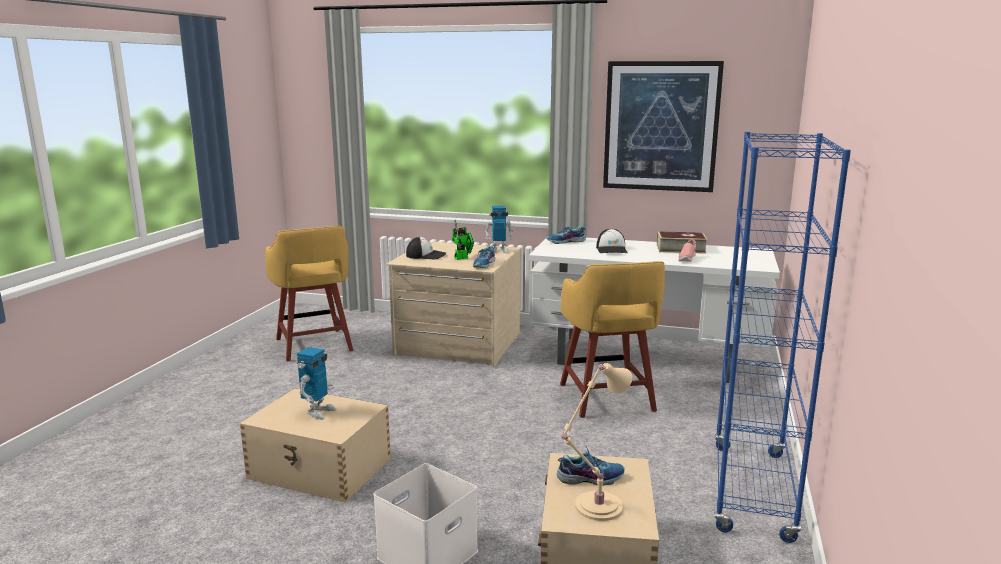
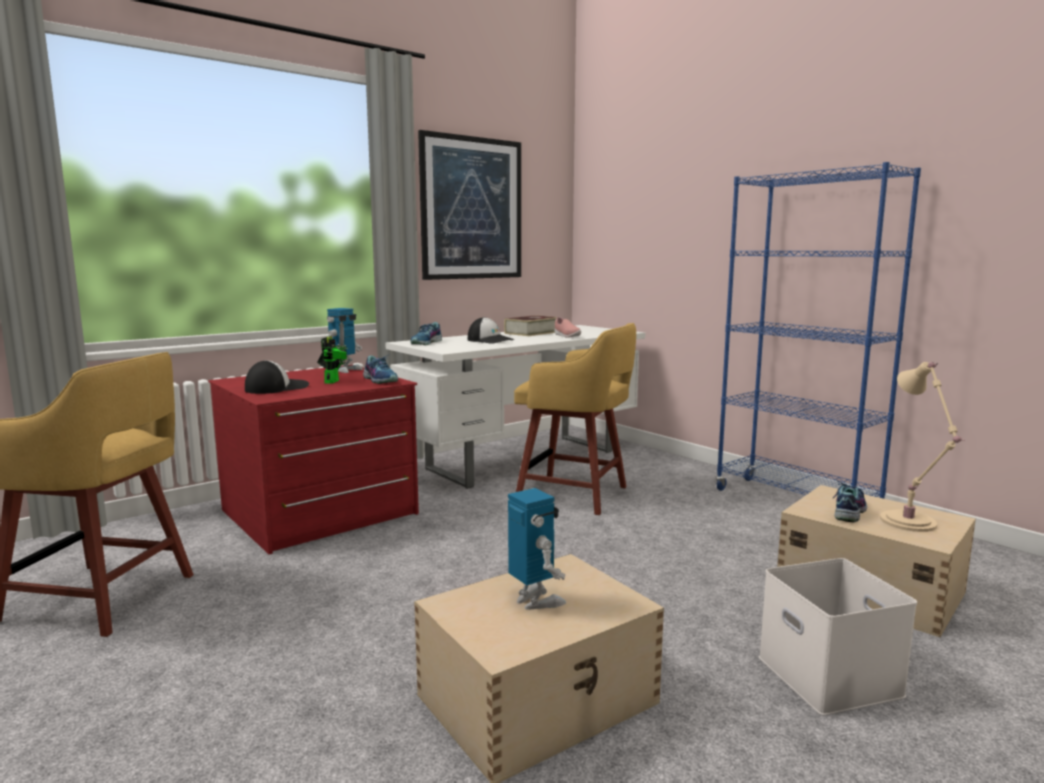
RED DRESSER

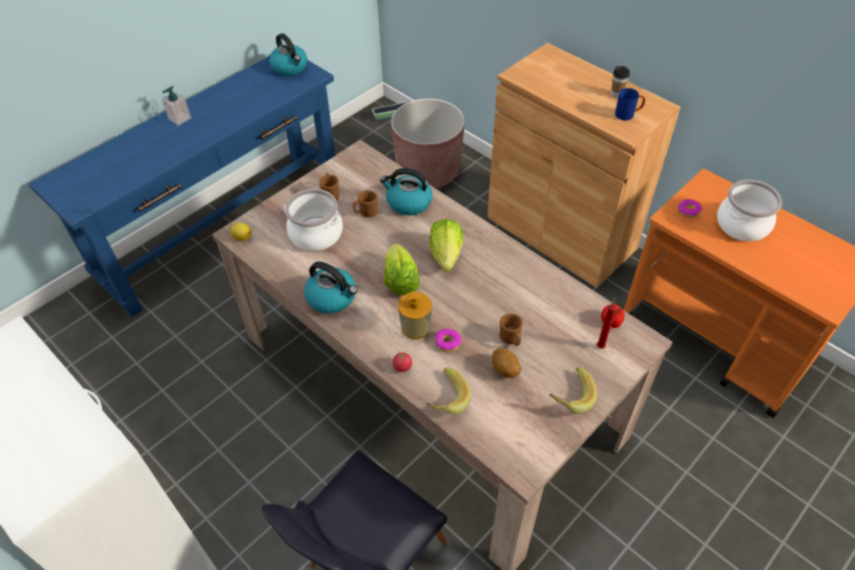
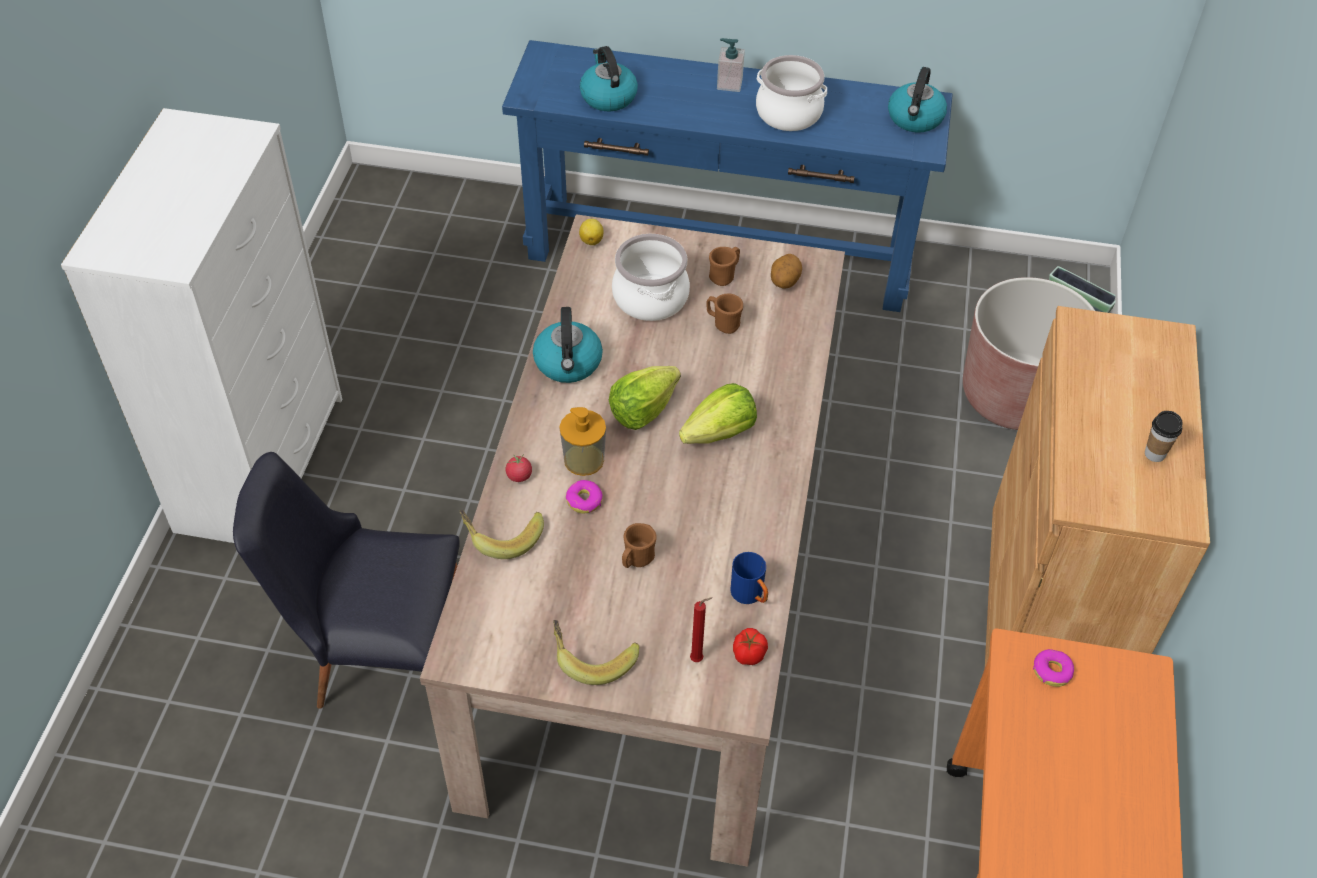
KETTLE (2nd from left); POTATO; BLUE MUG; COOKING POT (2nd from left)

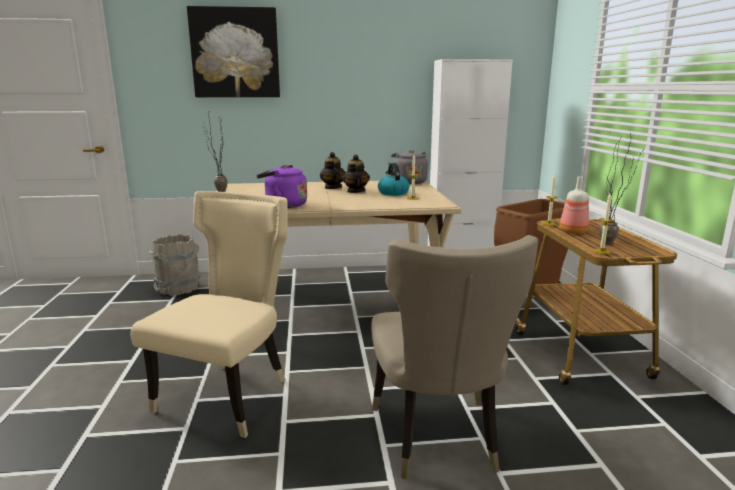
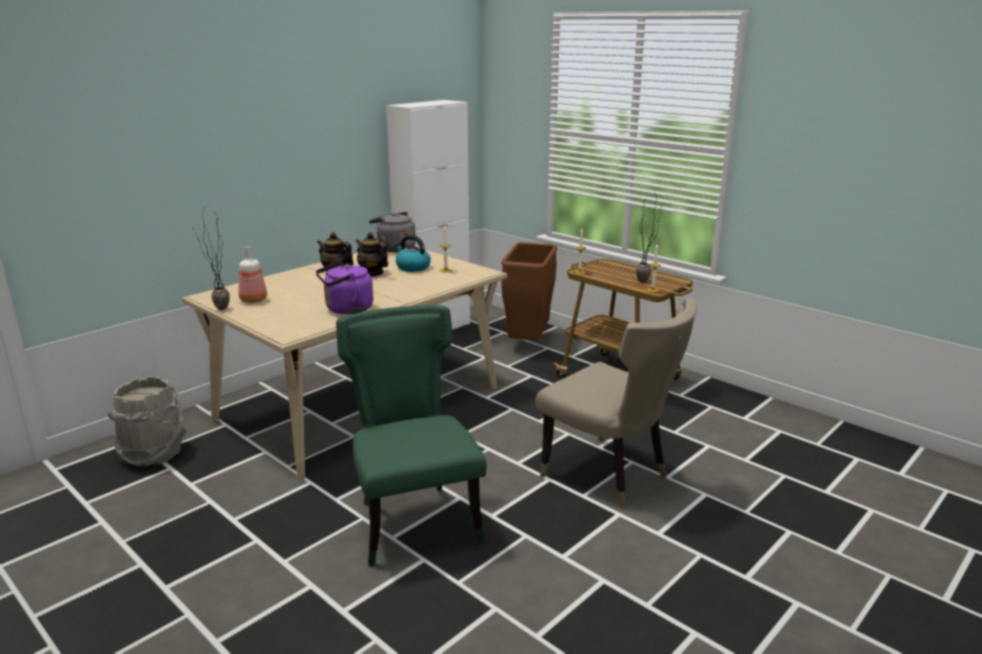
PICTURE; BOTTLE; GREEN CHAIR

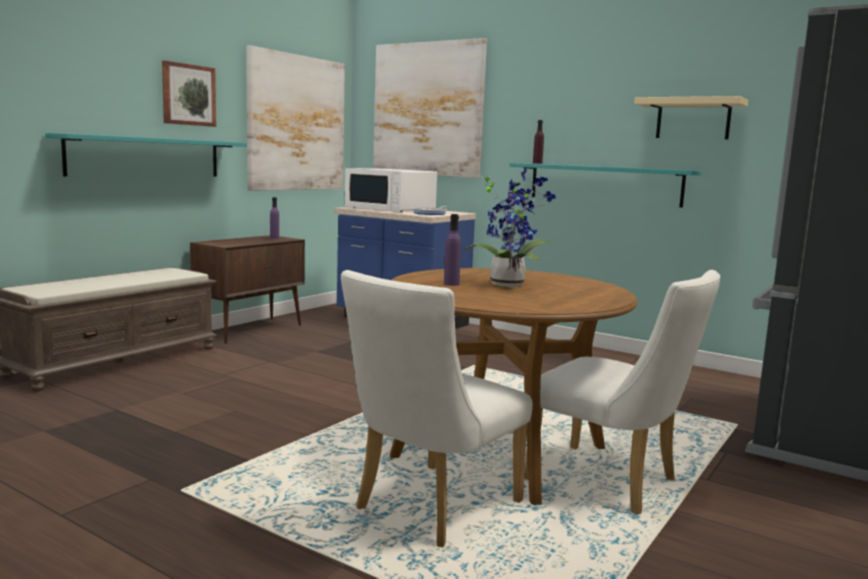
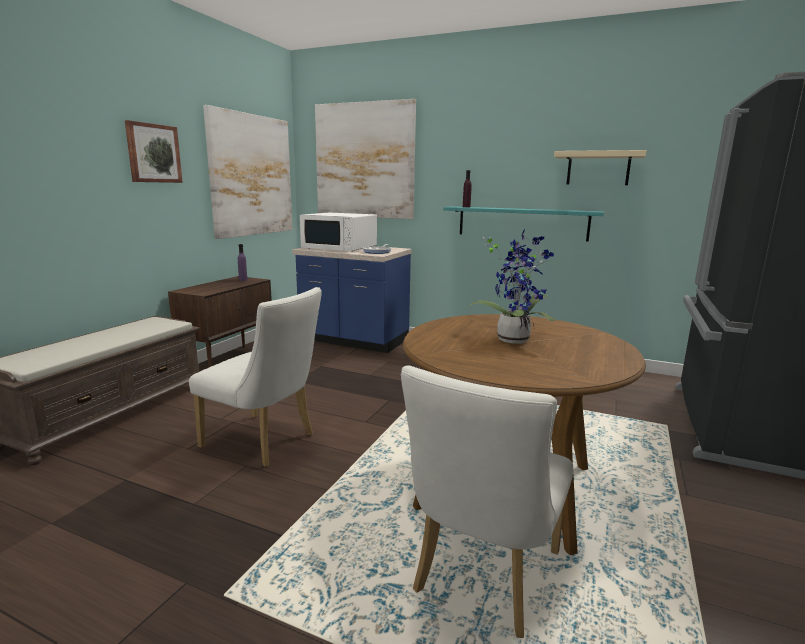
TURQUOISE SHELF (1st from left in the first image); PURPLE BOTTLE (2nd from left in the first image); WHITE CHAIR (1st from left)

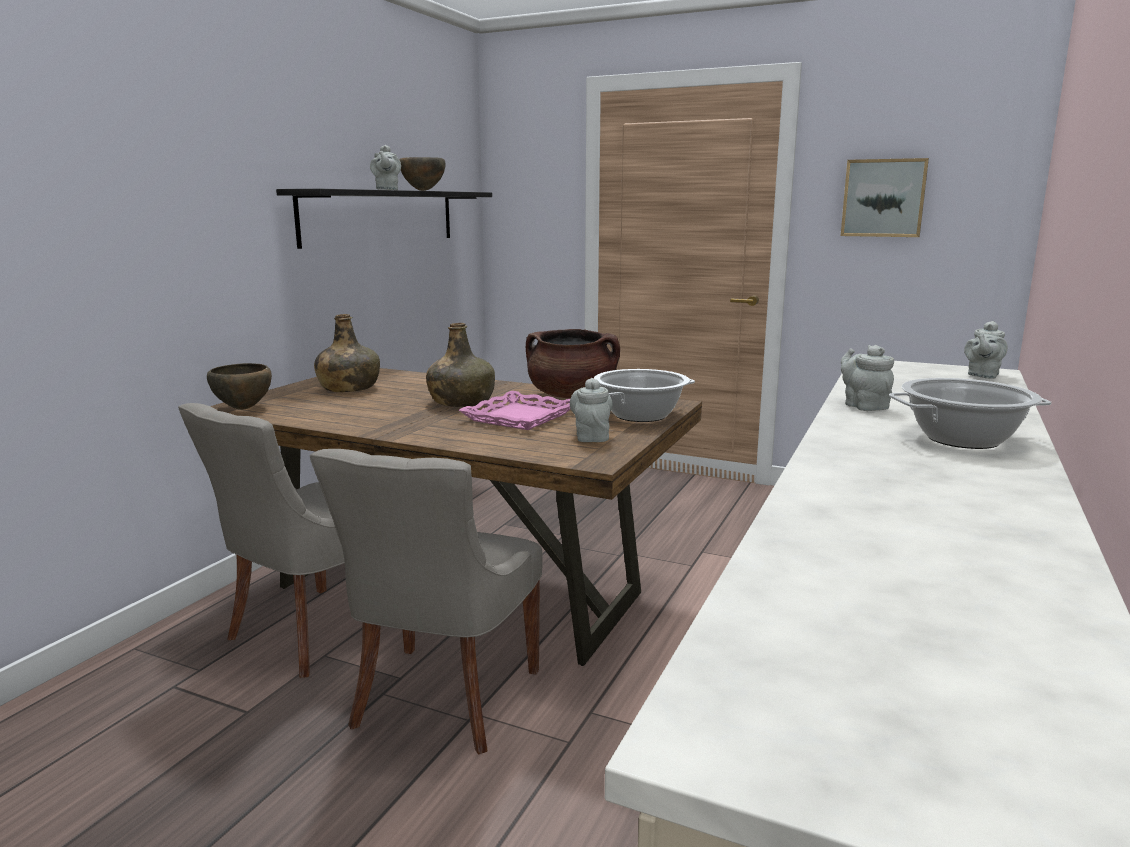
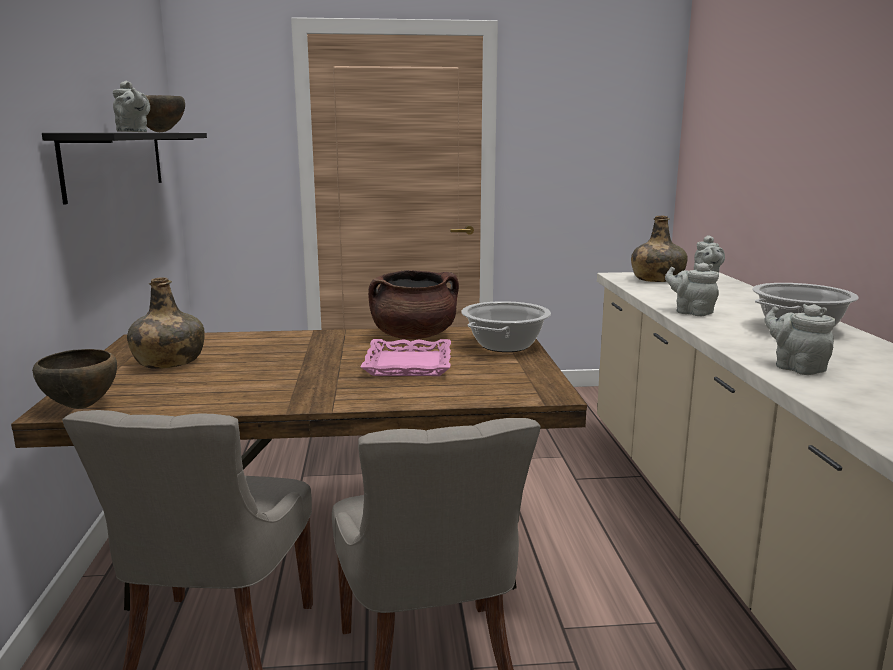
PICTURE; GREEN BOTTLE (2nd from left); GREY TEAPOT (4th from left)

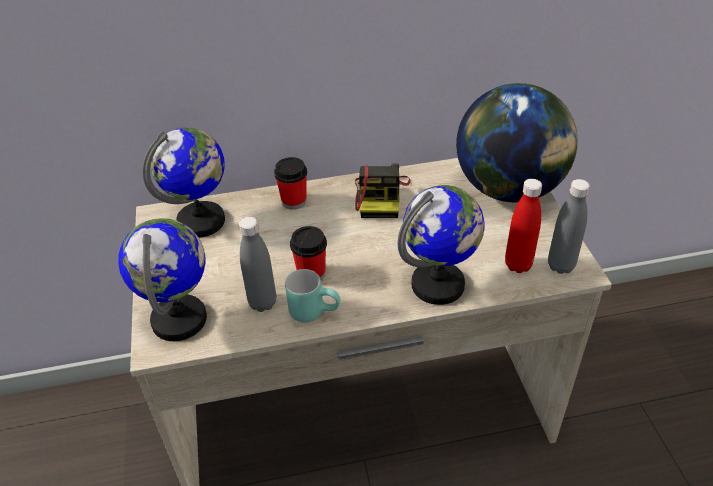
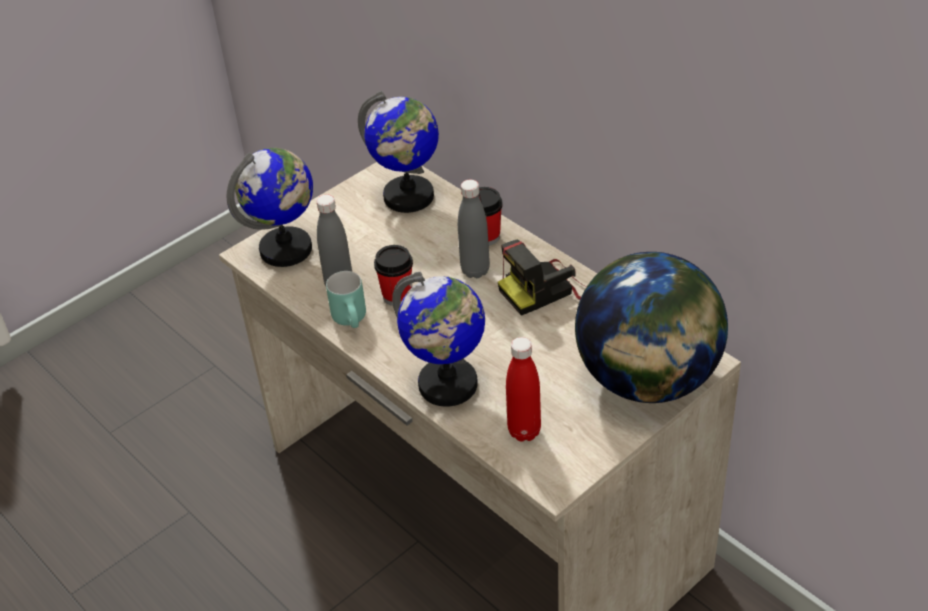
GREY BOTTLE (2nd from left)

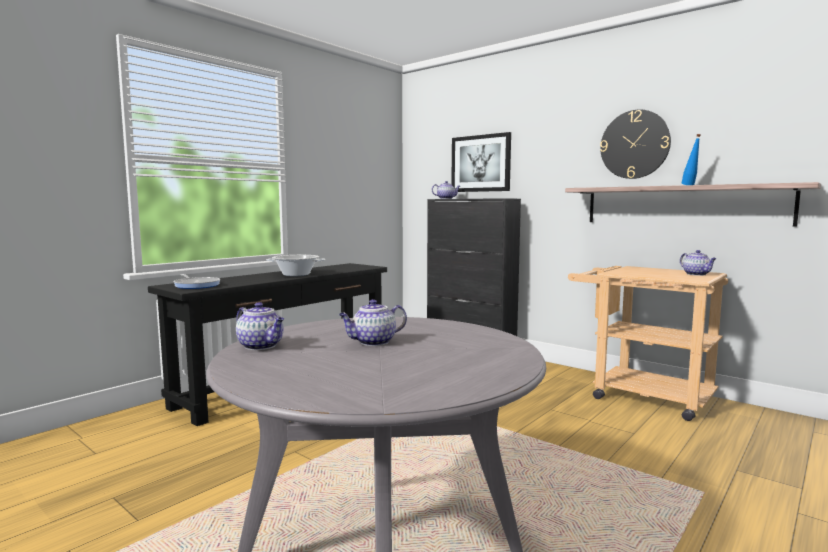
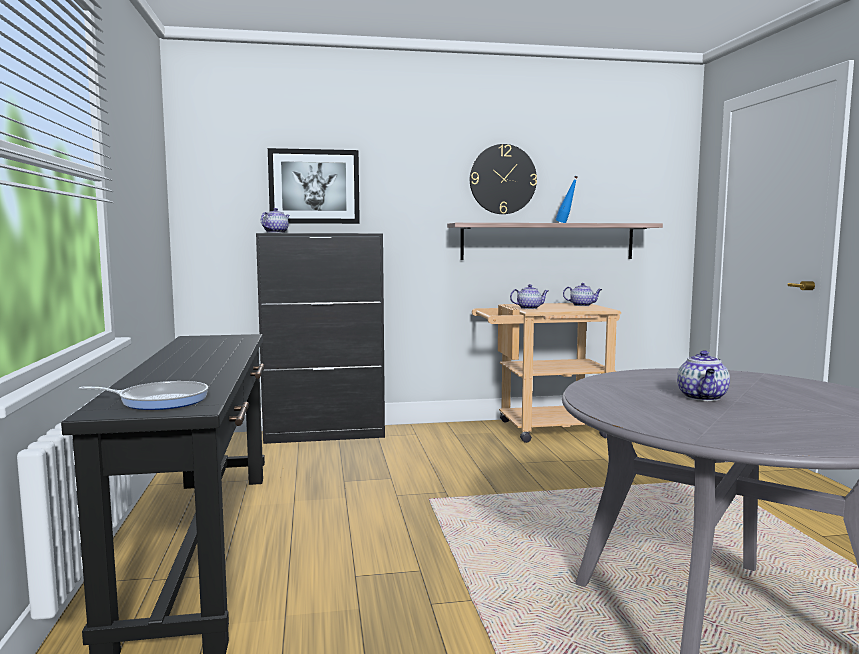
COOKING POT; TEAPOT (2nd from left)

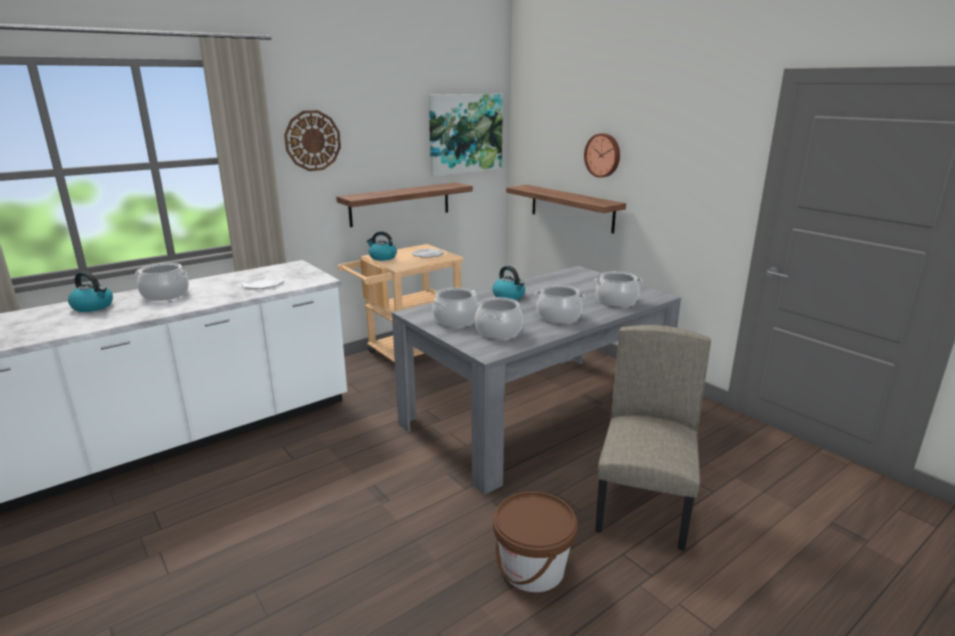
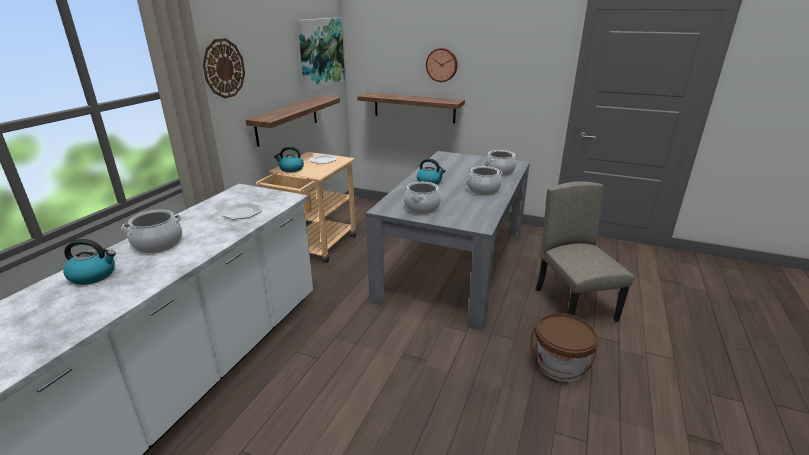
COOKING POT (3rd from left in the first image)

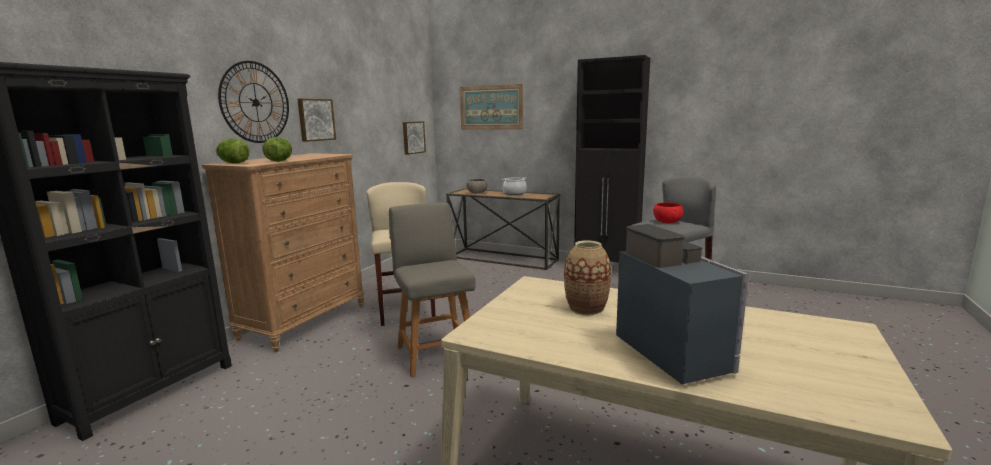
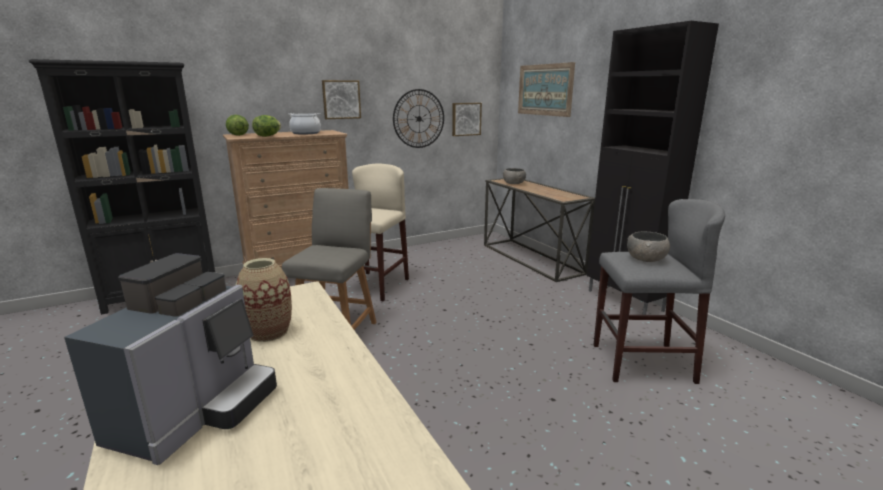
WALL CLOCK; COOKING POT; GREY BOWL (2nd from left)

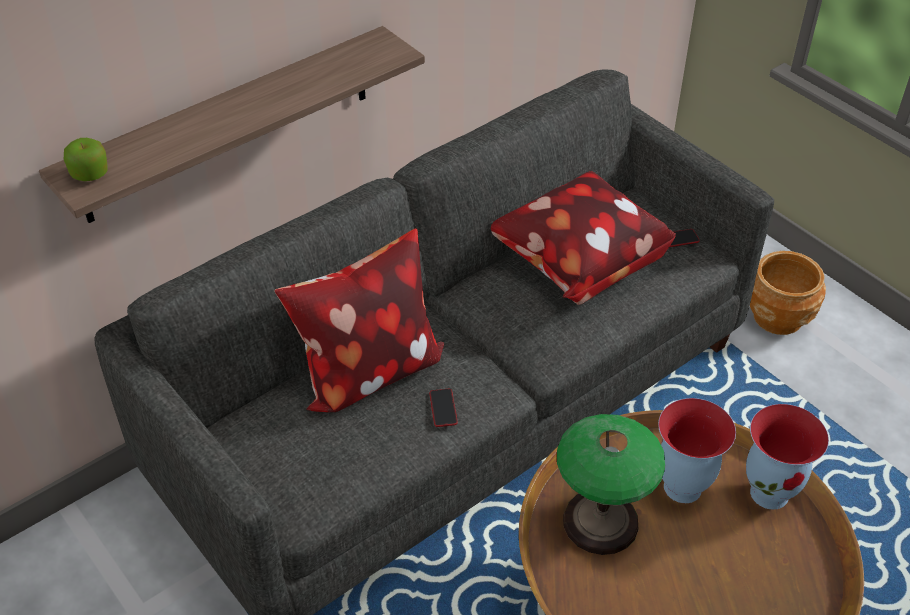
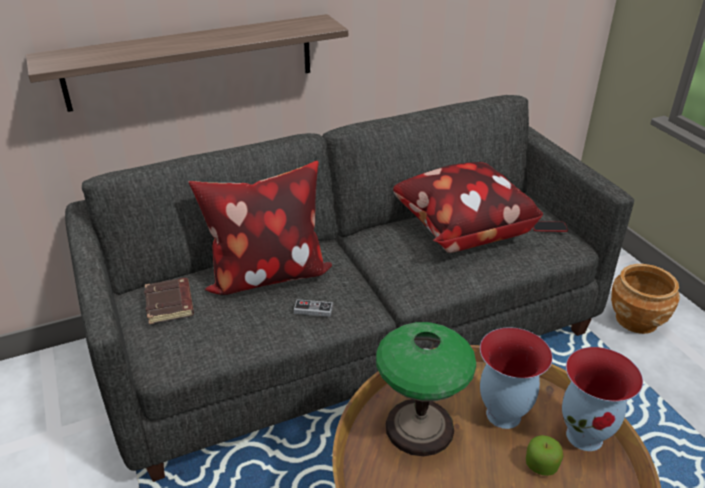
BROWN BOOK; APPLE; GAME CONTROLLER

